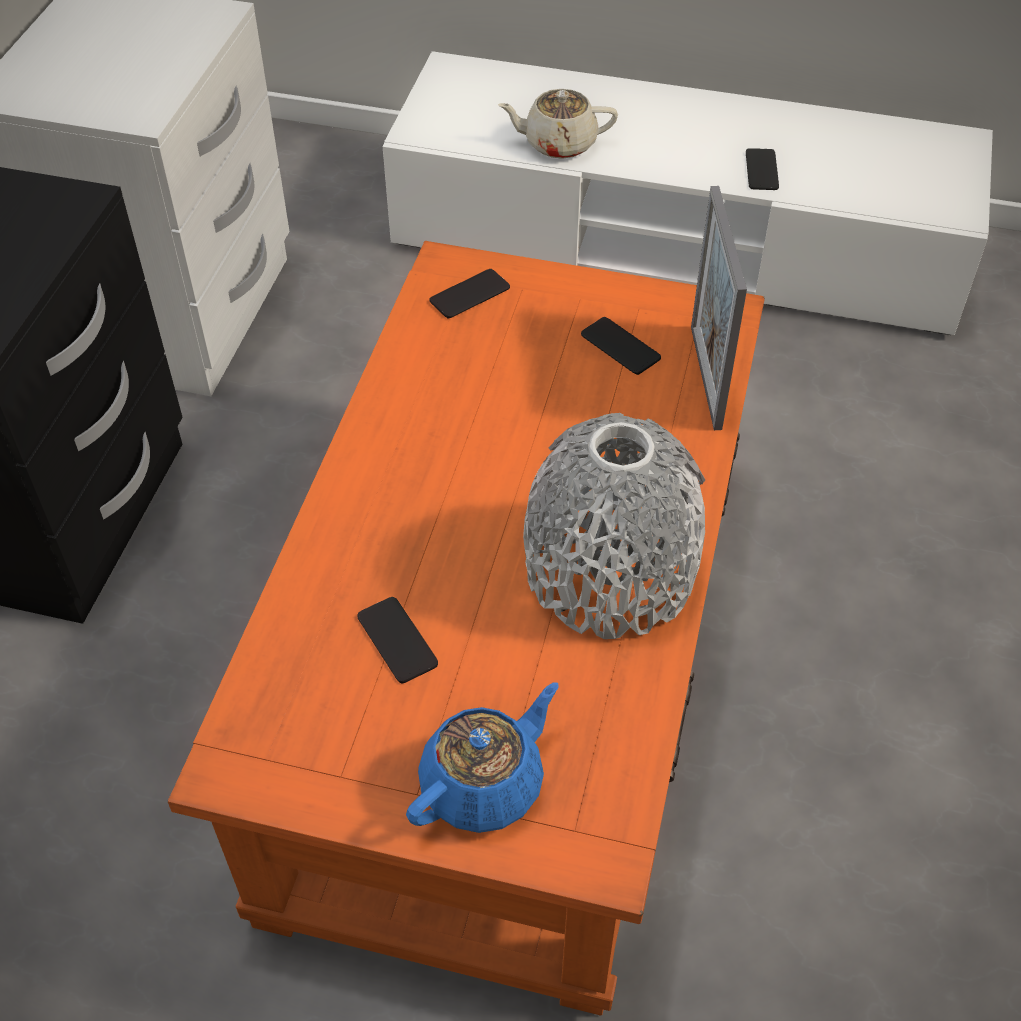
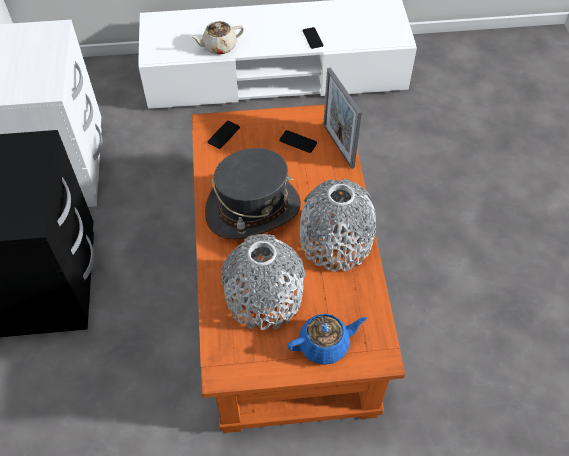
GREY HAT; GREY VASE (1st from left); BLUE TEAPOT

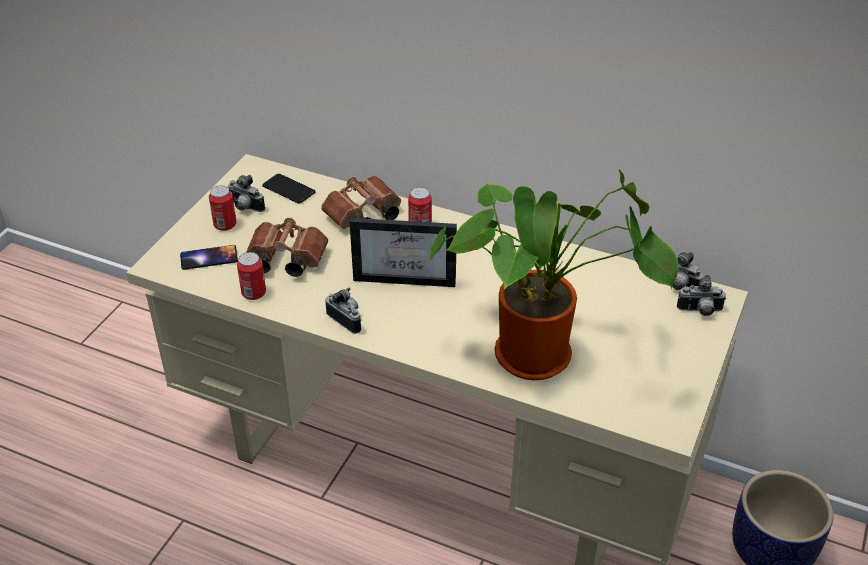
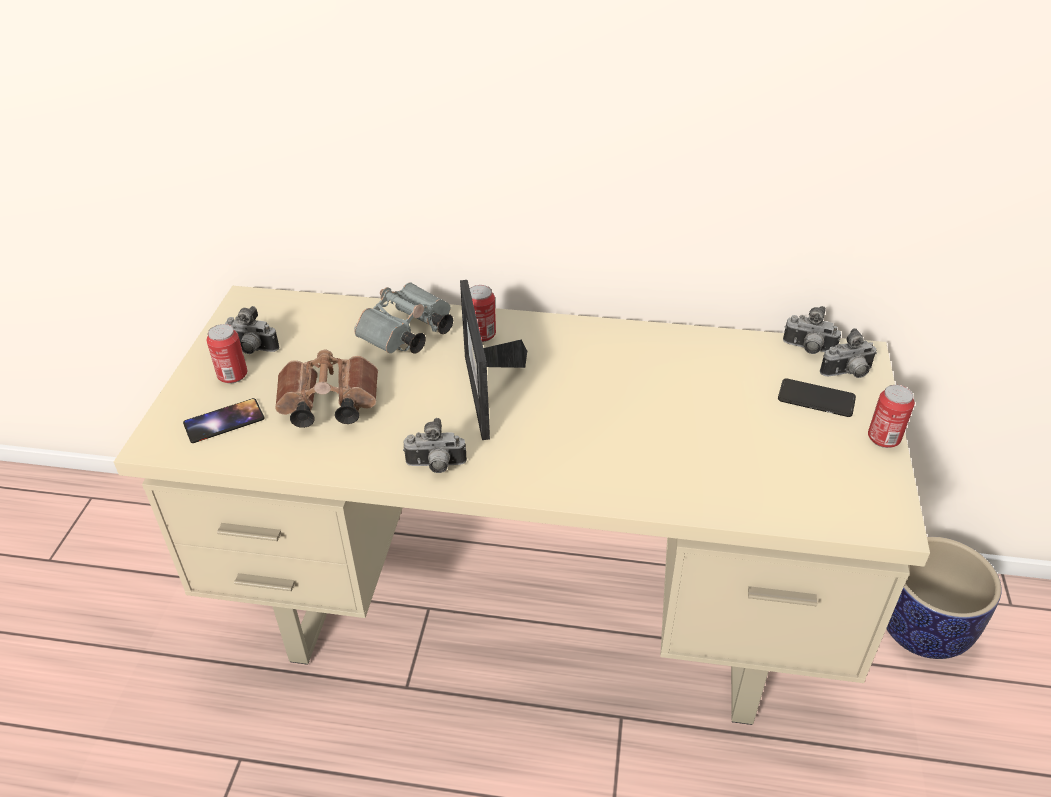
POTTED PLANT; CAN (3rd from left); PHONE (2nd from left); GREY BINOCULARS; PHOTO CAMERA (2nd from left); PICTURE FRAME

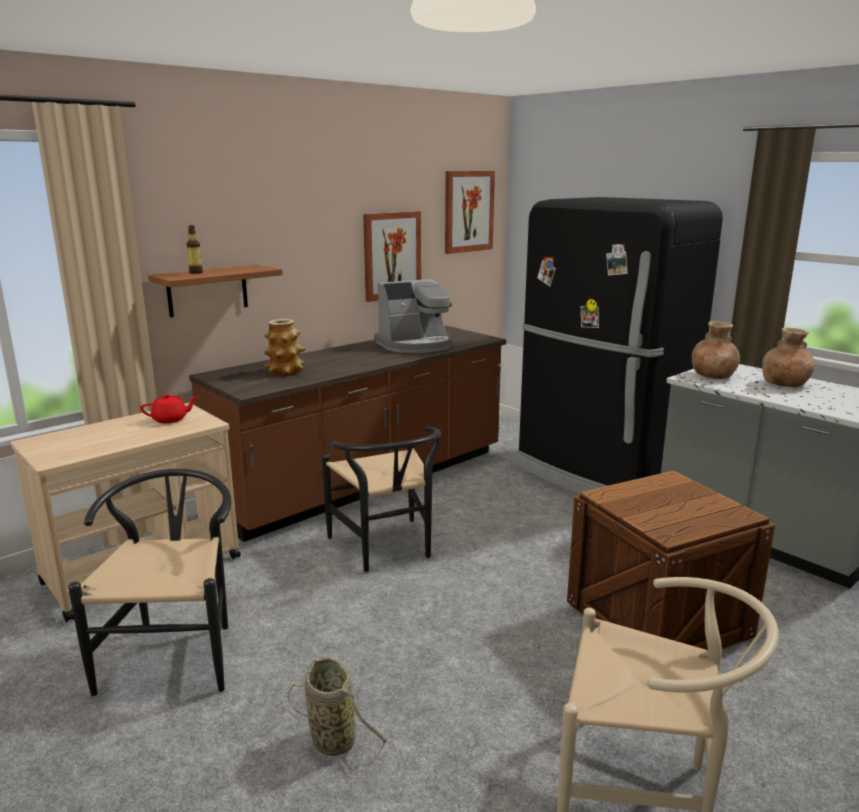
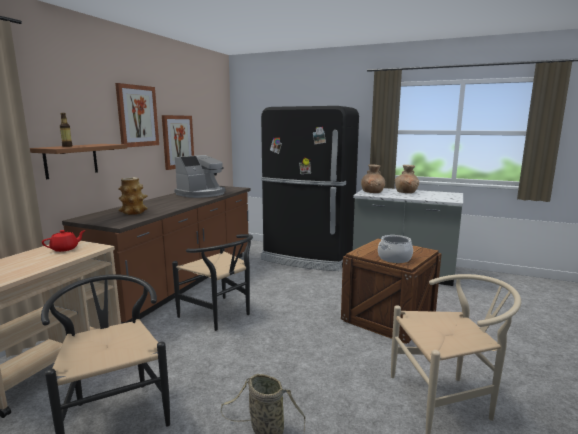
COOKING POT; PICTURE (1st from left)

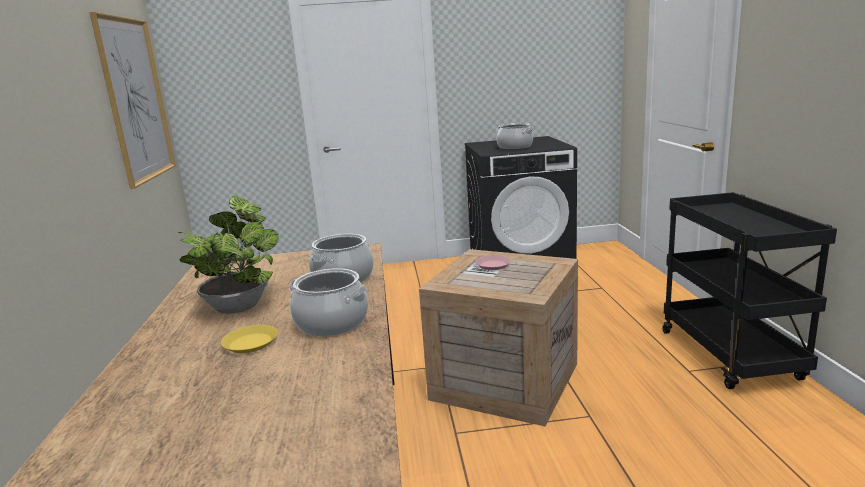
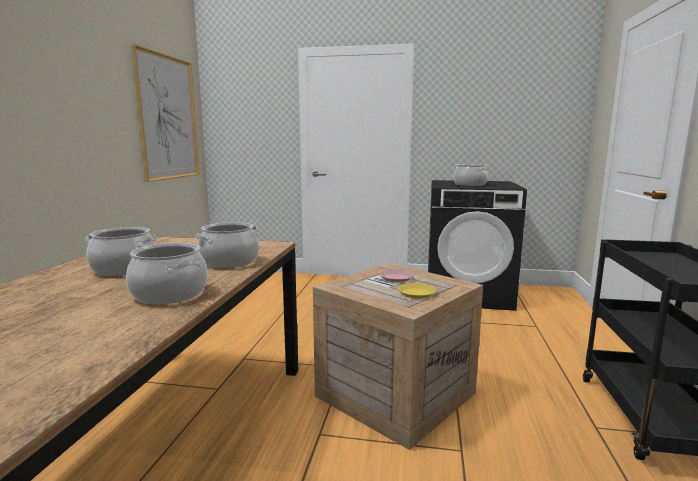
YELLOW PLATE; COOKING POT (1st from left)

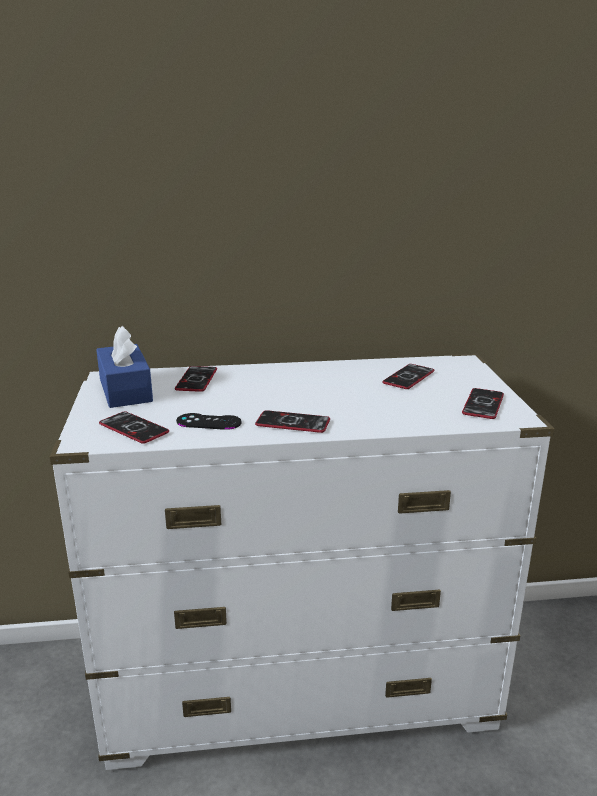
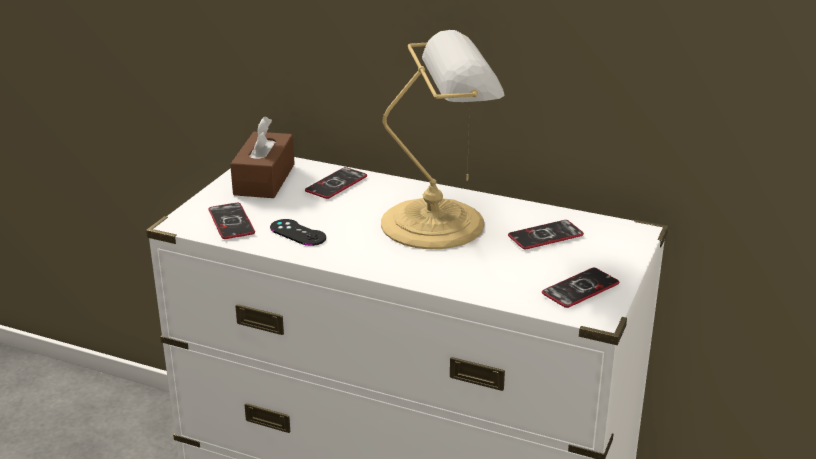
PHONE (3rd from left in the first image); TABLE LAMP; BROWN TISSUE BOX

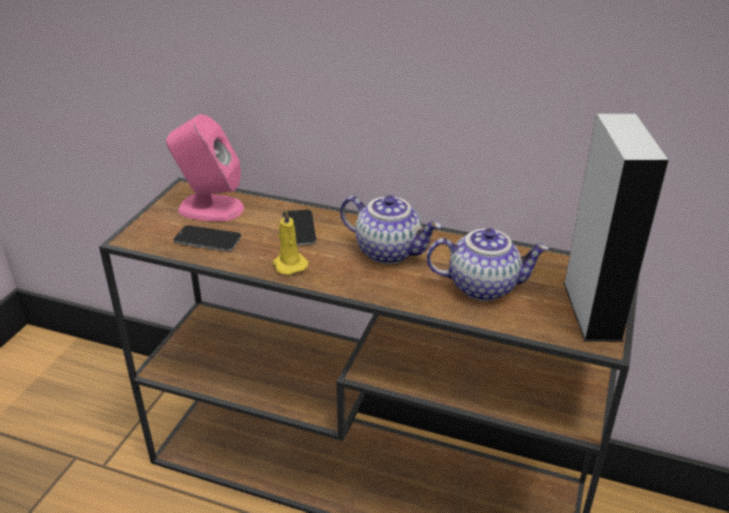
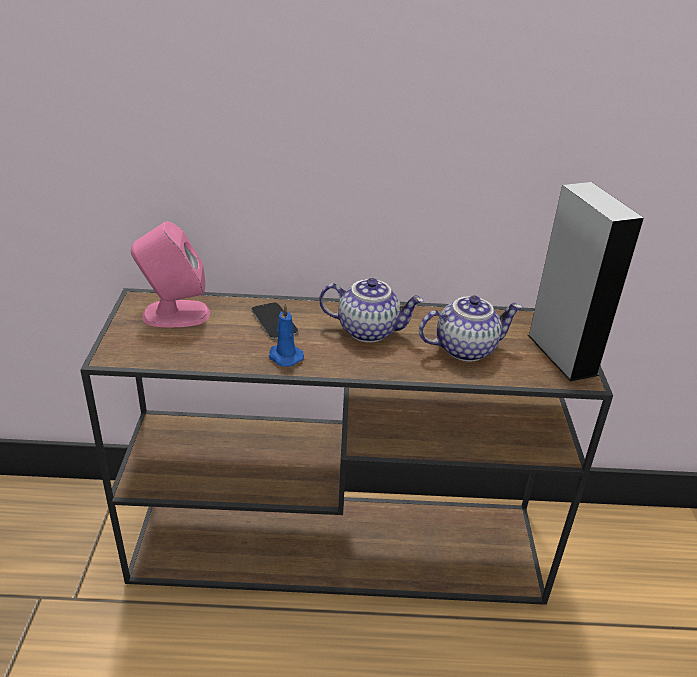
PHONE (1st from left in the first image); BLUE CANDLE

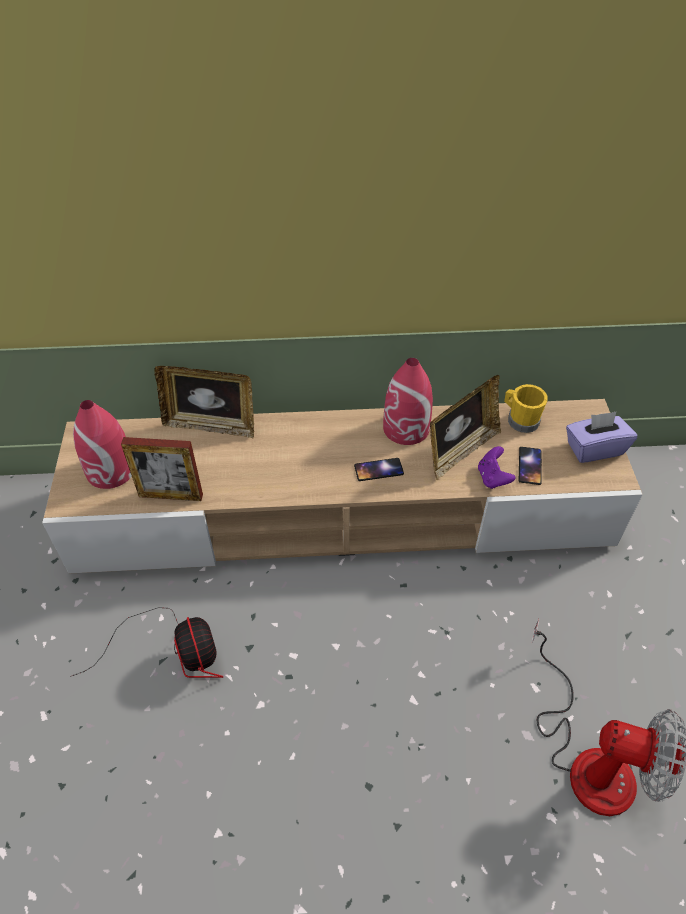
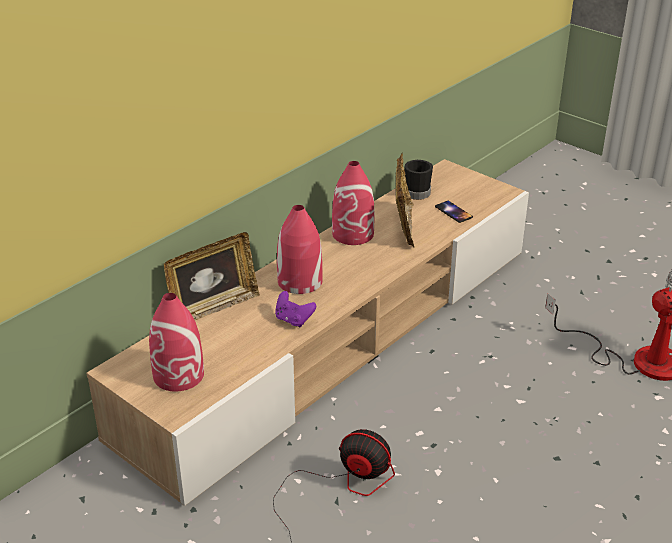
PICTURE FRAME (1st from left in the first image); PHONE (1st from left in the first image); PURPLE TISSUE BOX; RED VASE (2nd from left); PURPLE GAME CONTROLLER; BLACK MUG

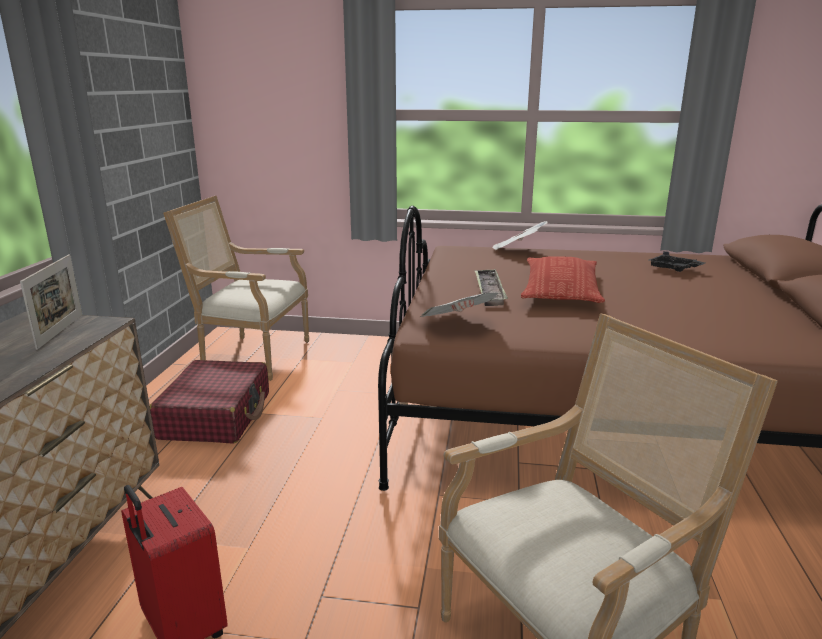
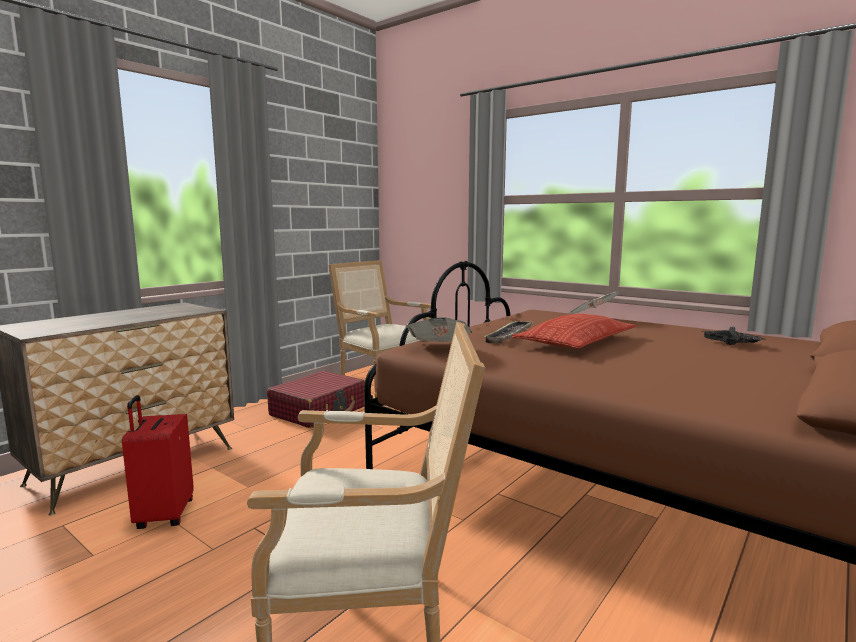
PICTURE FRAME

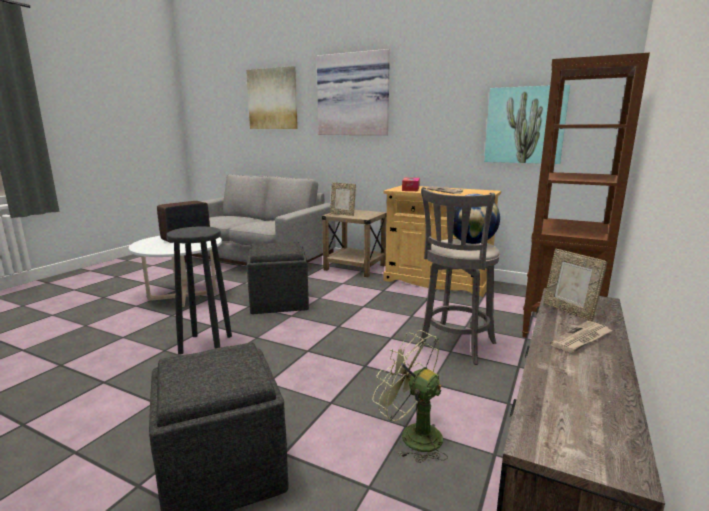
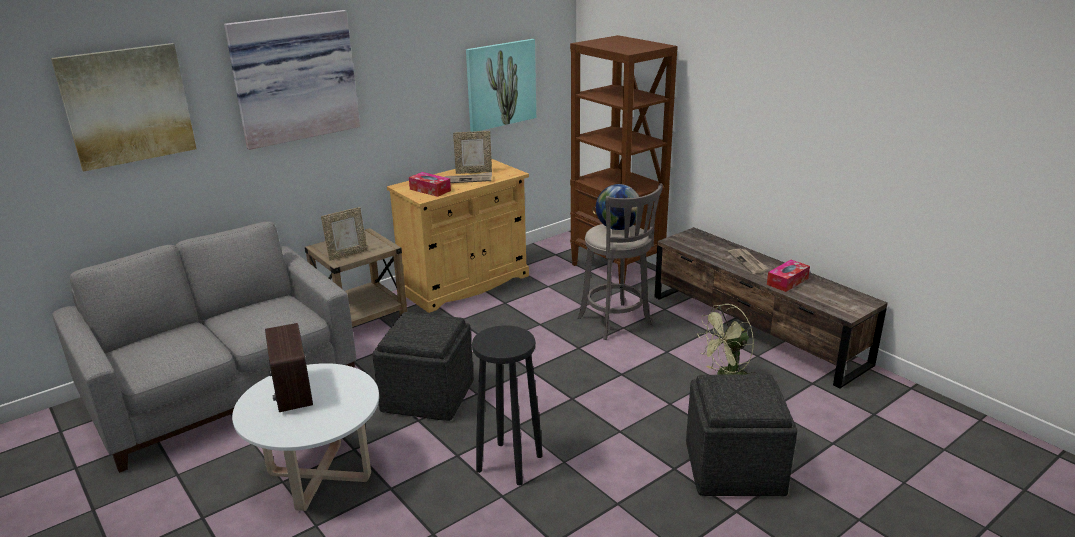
TISSUE BOX (2nd from left); PICTURE FRAME (2nd from left)

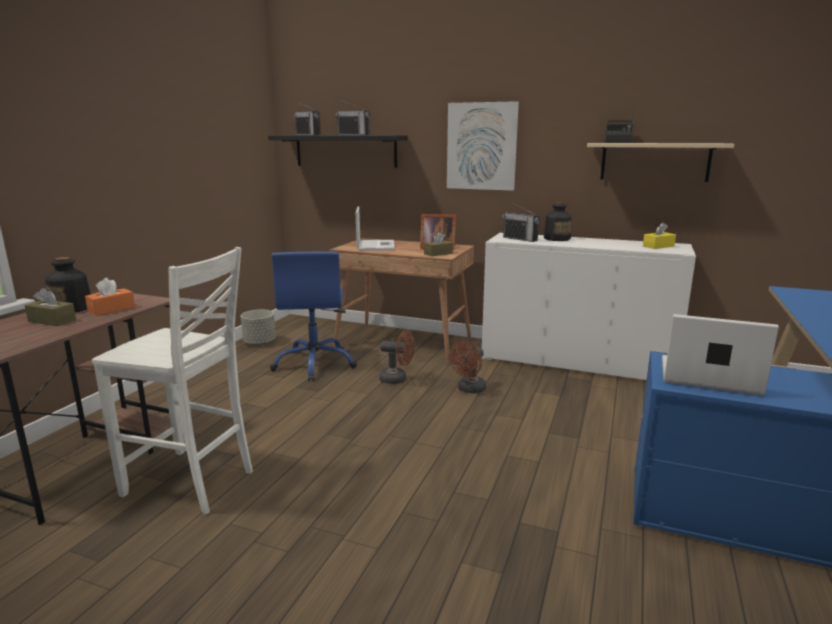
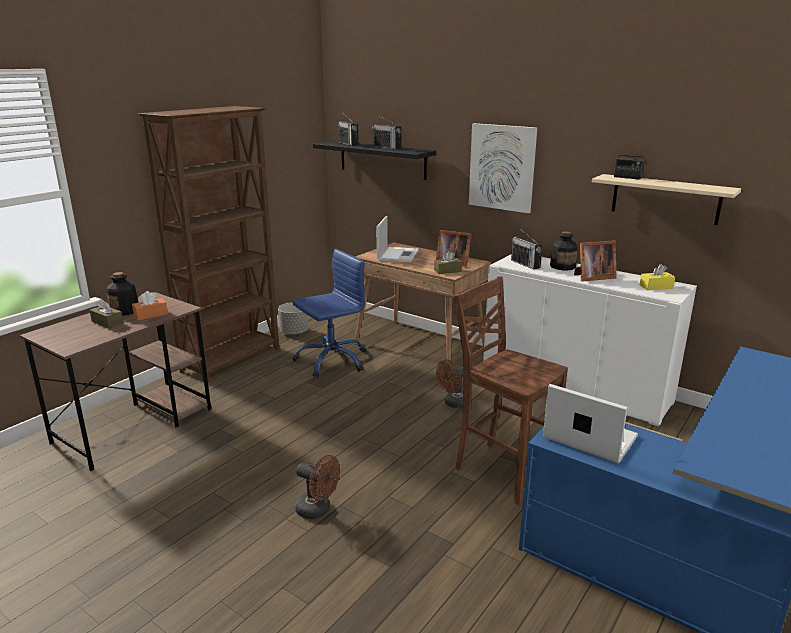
WHITE CHAIR; BROWN BOOKCASE; BROWN CHAIR; PICTURE FRAME (2nd from left); BROWN FAN (1st from left); BLUE OFFICE CHAIR

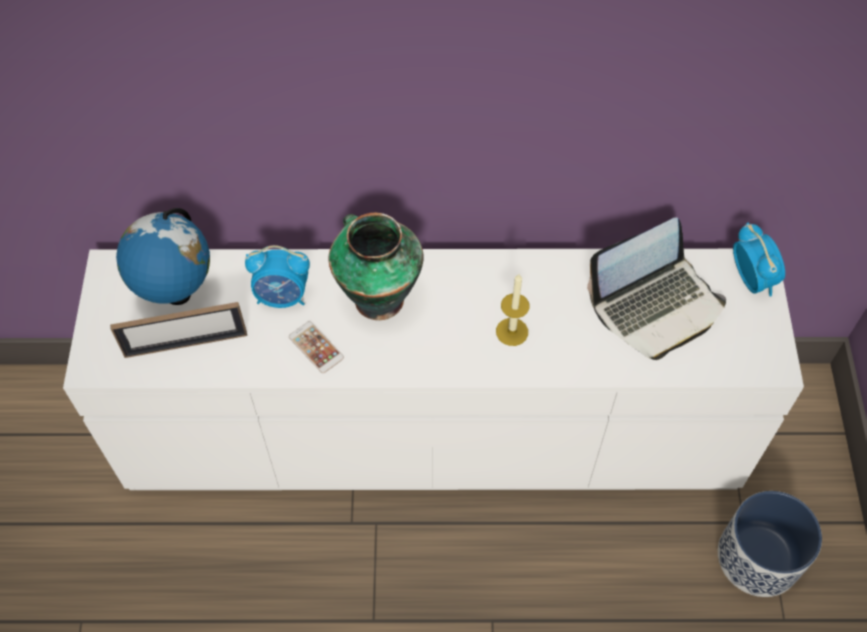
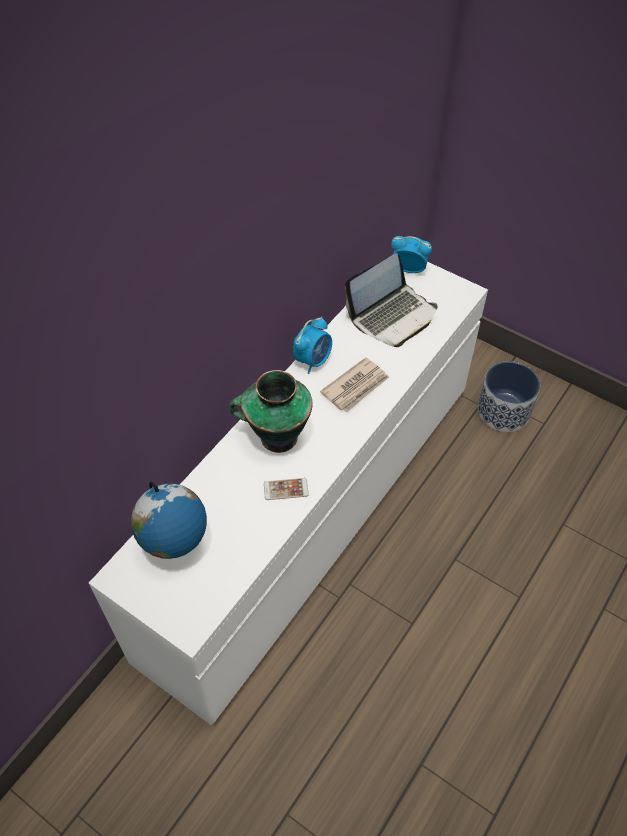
PICTURE FRAME; ALARM CLOCK (1st from left); NEWSPAPER; LAPTOP

